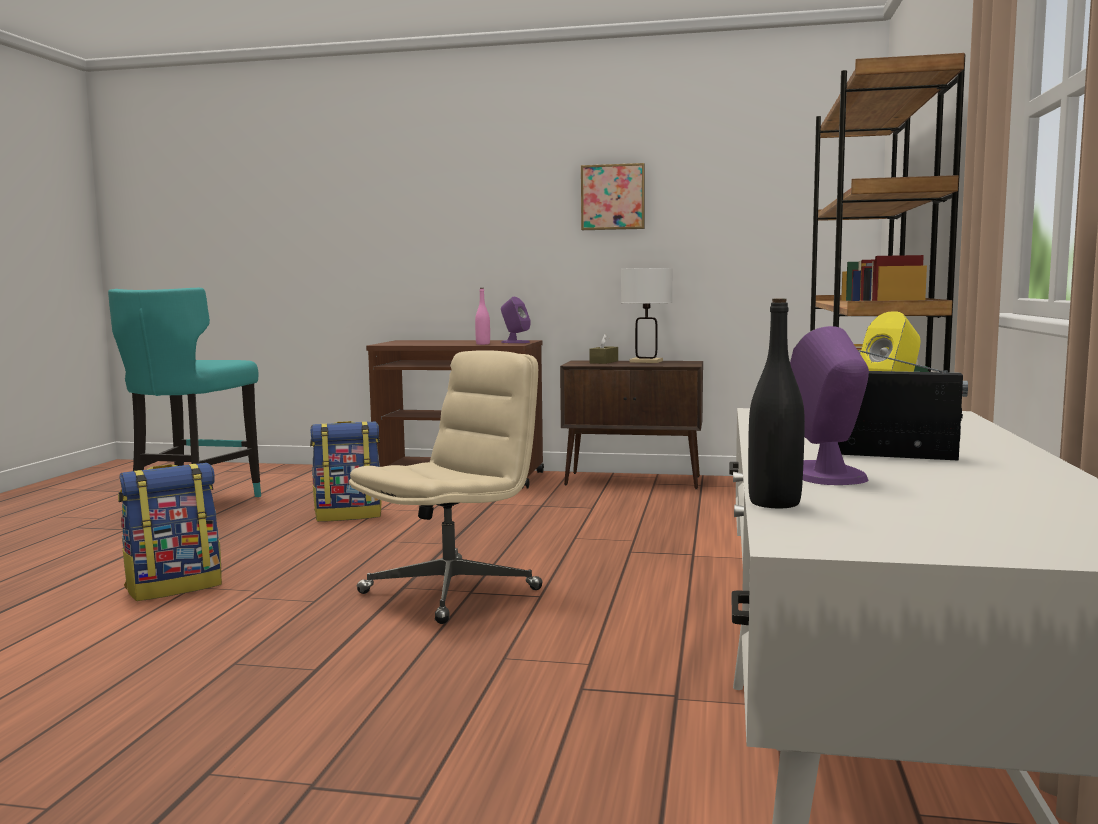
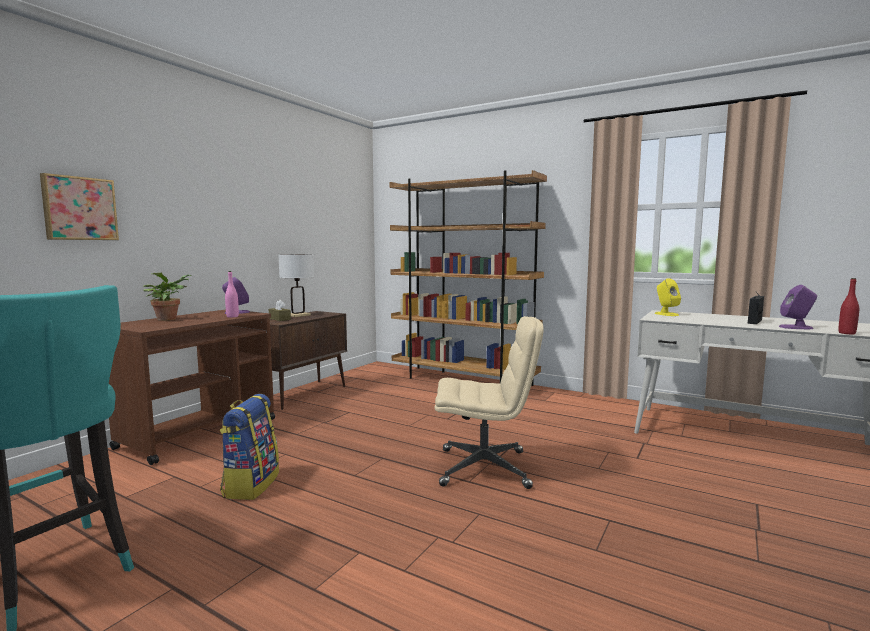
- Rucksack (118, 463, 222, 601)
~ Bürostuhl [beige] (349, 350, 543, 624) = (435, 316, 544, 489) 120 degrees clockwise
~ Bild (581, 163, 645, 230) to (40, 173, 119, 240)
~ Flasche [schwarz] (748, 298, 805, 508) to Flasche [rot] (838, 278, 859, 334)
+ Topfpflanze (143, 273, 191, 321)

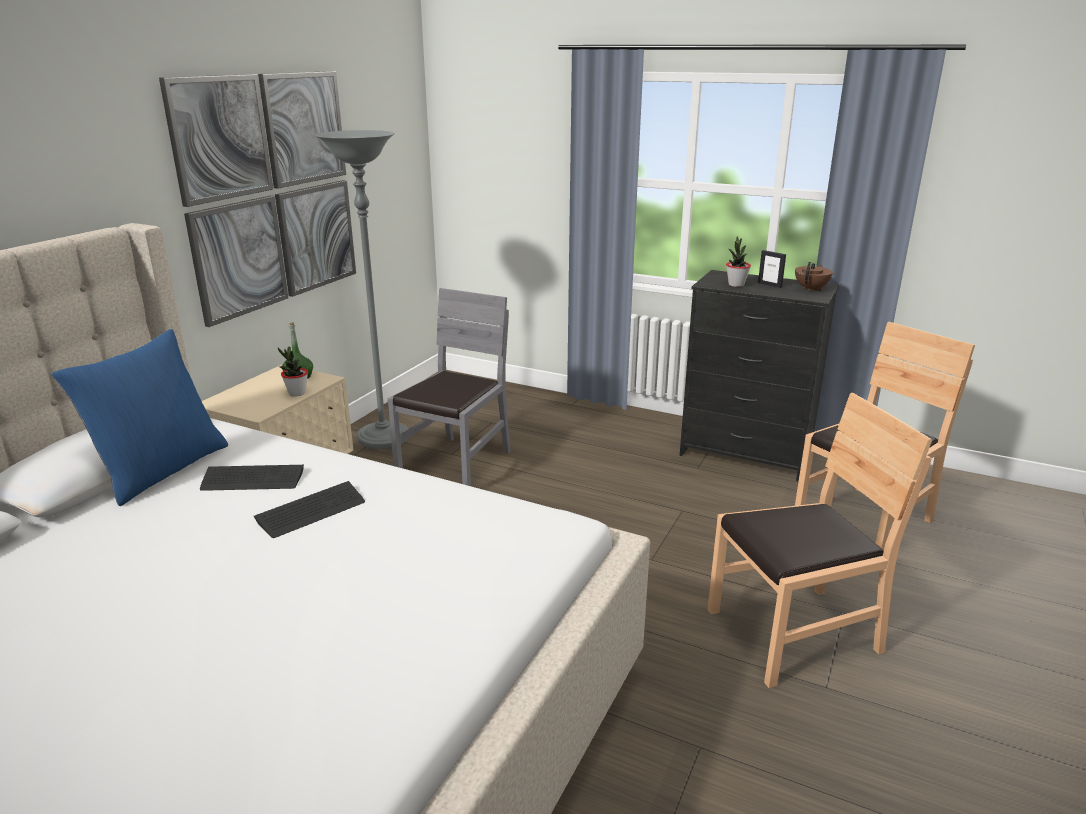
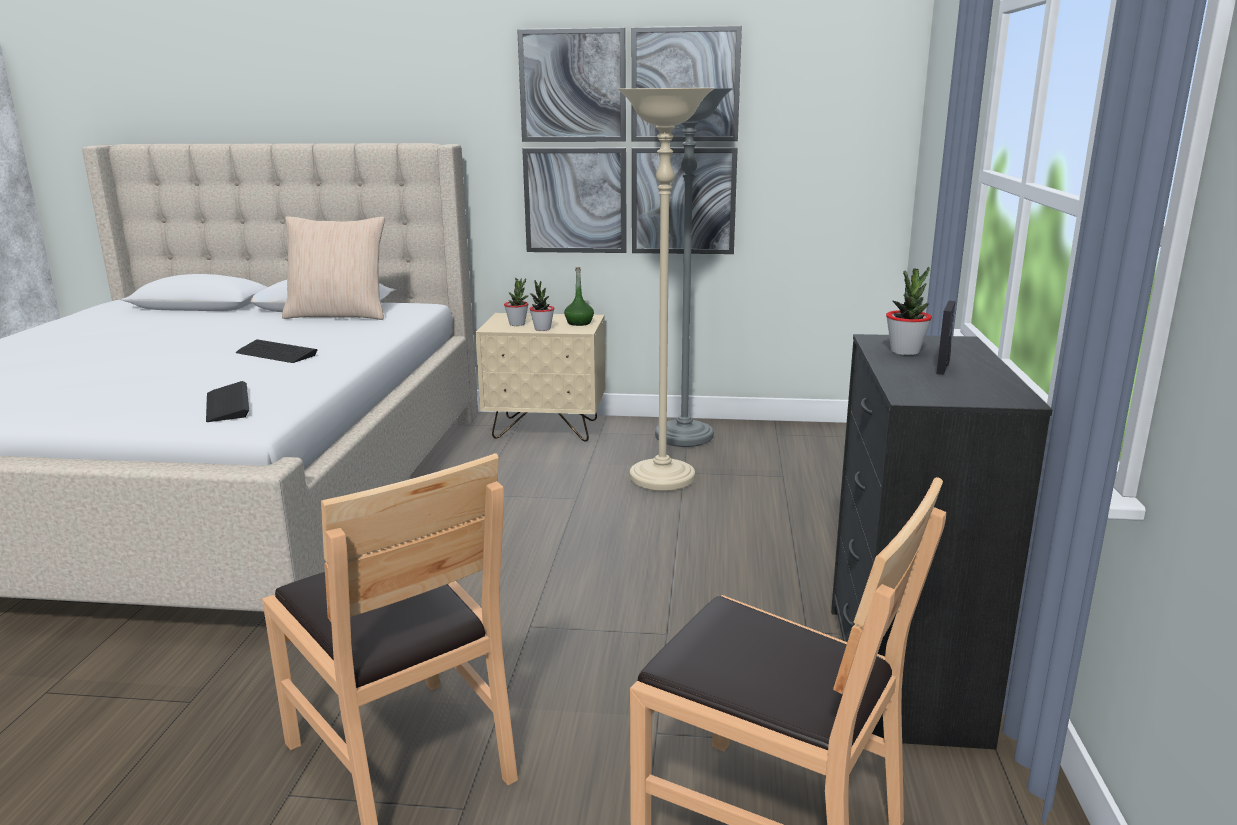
~ Kissen [blau] (51, 329, 228, 506) to Kissen [beige] (282, 216, 385, 320)
~ Tastatur (200, 465, 304, 491) to (206, 381, 249, 422)
~ Stuhl [grau] (388, 288, 511, 486) to Stehlampe [beige] (617, 88, 715, 491)
- Teekanne [braun] (795, 262, 833, 291)
+ Topfpflanze (504, 278, 529, 326)

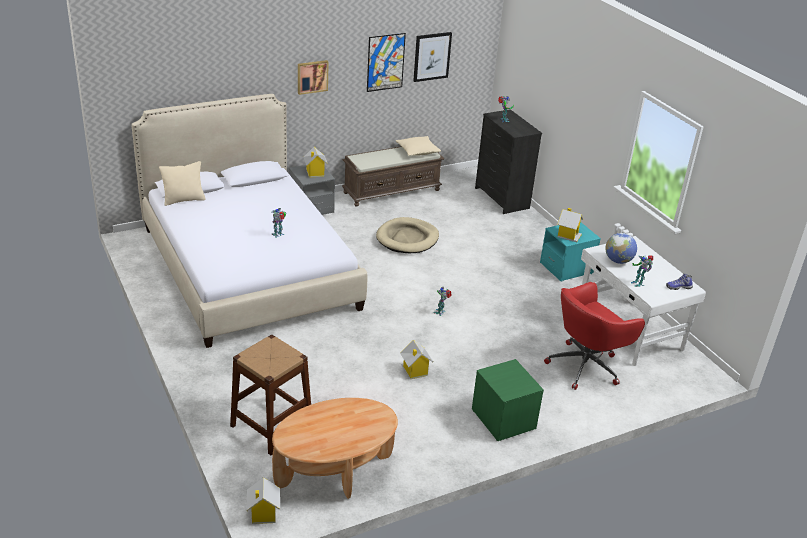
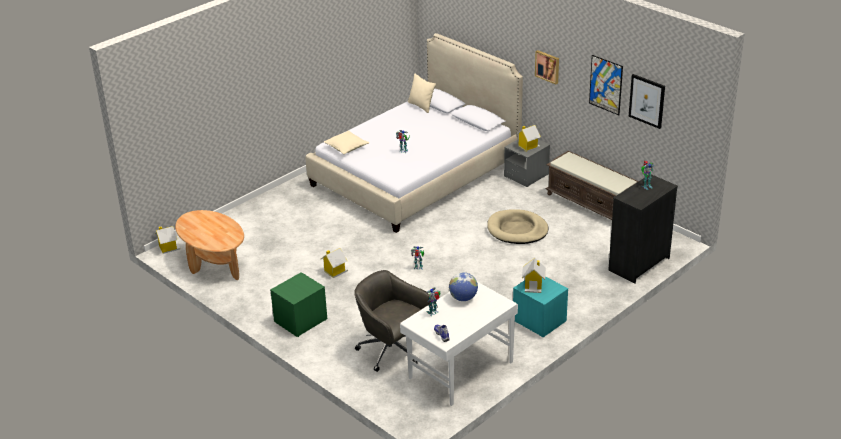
- Hocker [braun] (230, 334, 311, 455)
~ Kissen [beige] (396, 136, 441, 156) to (324, 131, 370, 154)
~ Bürostuhl [rot] (544, 282, 645, 390) to Bürostuhl [grau] (354, 270, 429, 372)

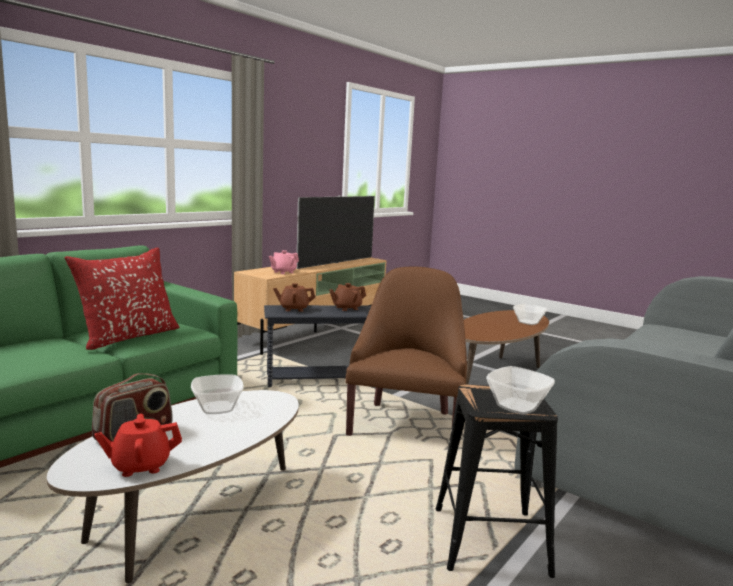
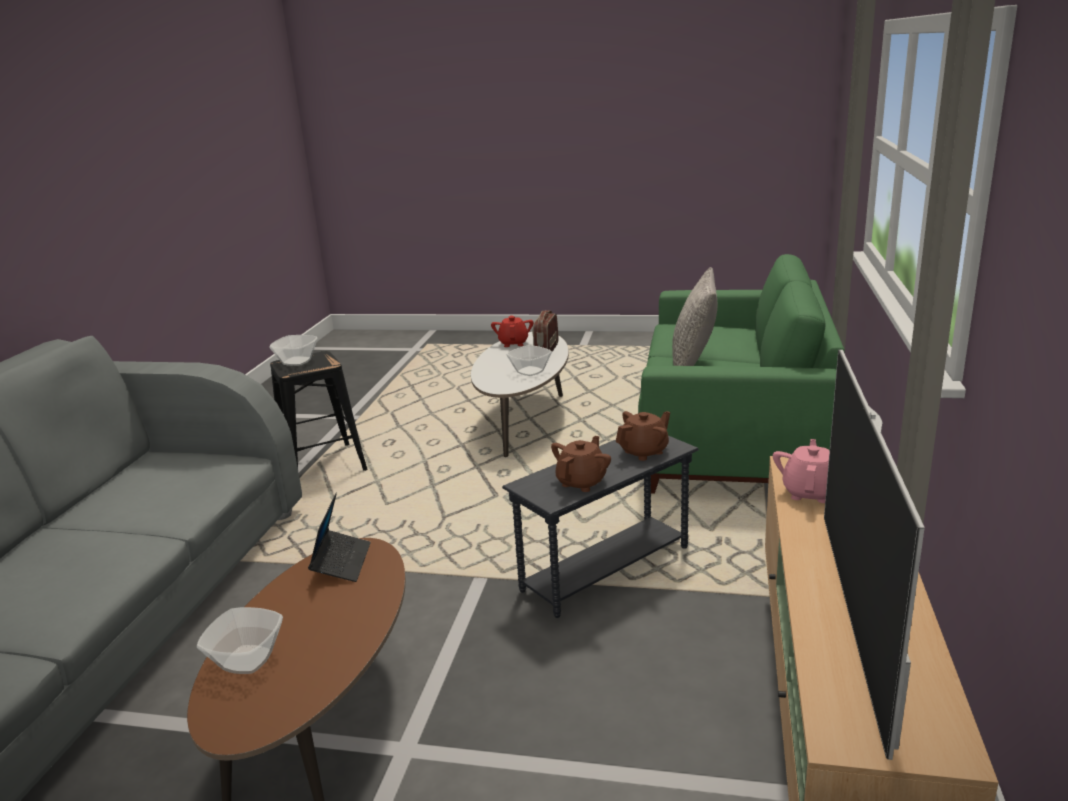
~ Kissen [rot] (65, 247, 179, 350) to Kissen [grau] (672, 267, 718, 366)
~ Teekanne [rot] (95, 414, 182, 477) = (491, 315, 534, 347) 45 degrees counterclockwise
- Sessel [braun] (345, 267, 467, 436)
+ Laptop (308, 493, 371, 582)

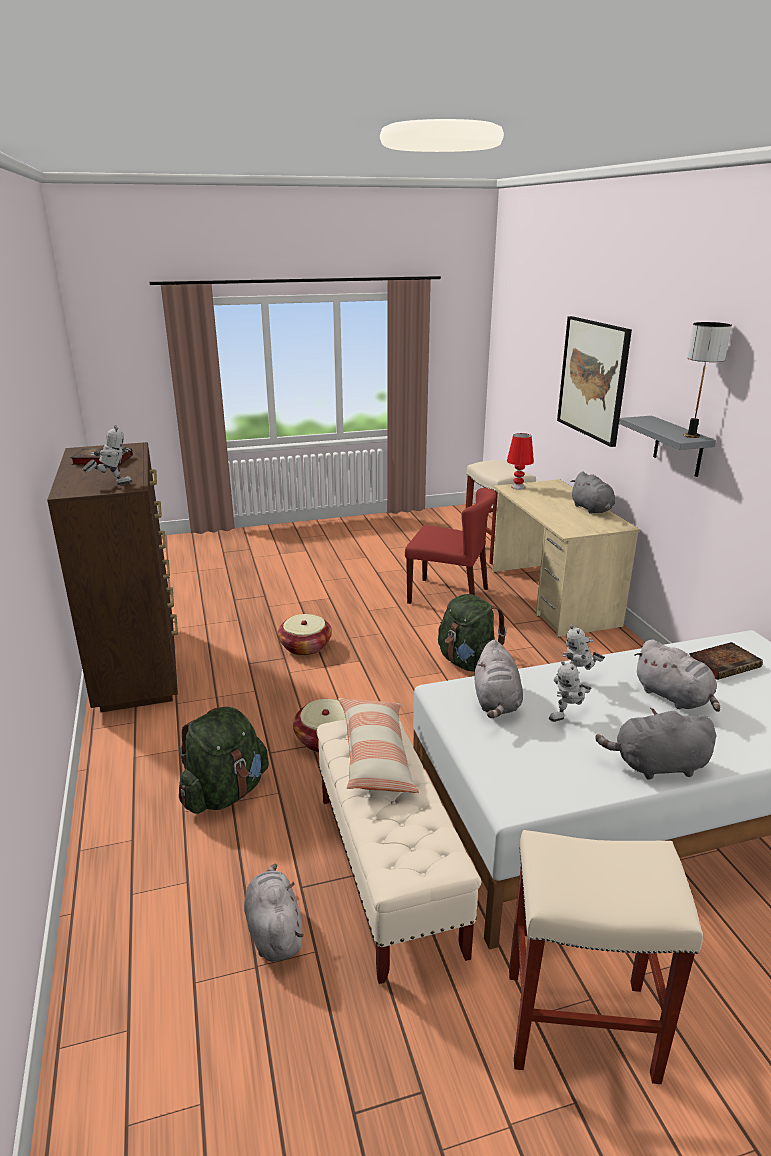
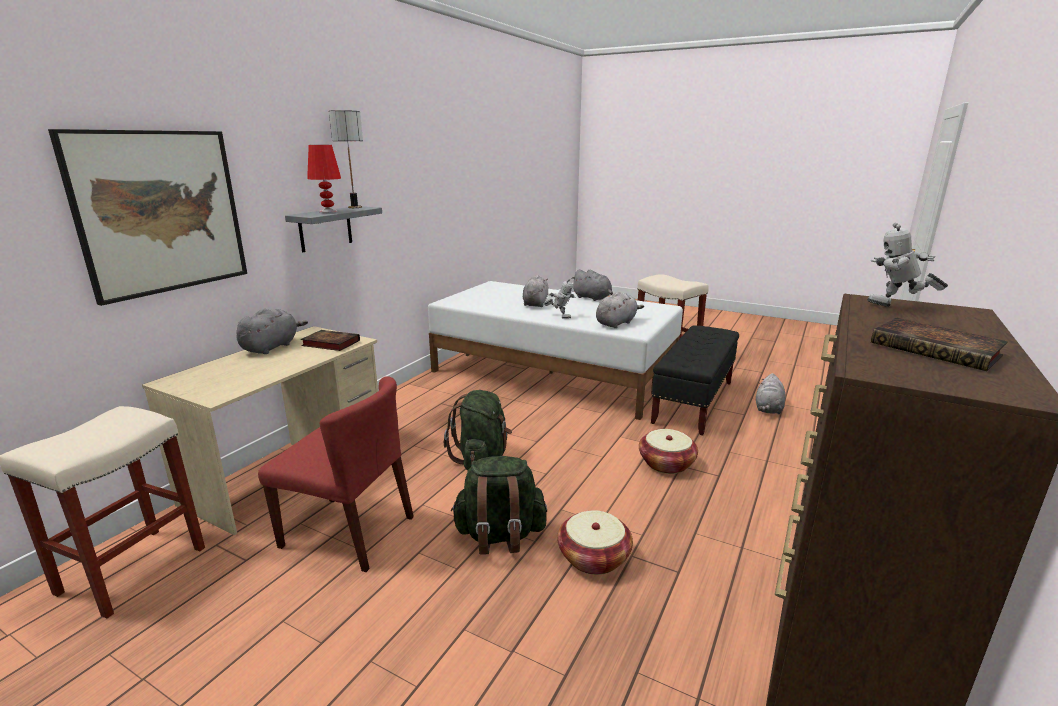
~ Rucksack [grün] (179, 706, 269, 814) to (451, 456, 547, 555)
~ Bank [beige] (317, 719, 481, 984) to Bank [schwarz] (651, 325, 739, 436)
- Kissen (338, 698, 419, 793)
~ Stuhl [rot] (405, 488, 496, 604) = (258, 376, 414, 572) 135 degrees clockwise
~ Tischlampe [rot] (507, 433, 534, 490) to (307, 145, 341, 213)
- Spielzeugroboter (549, 661, 591, 722)
~ Buch (689, 642, 763, 680) to (301, 330, 360, 351)

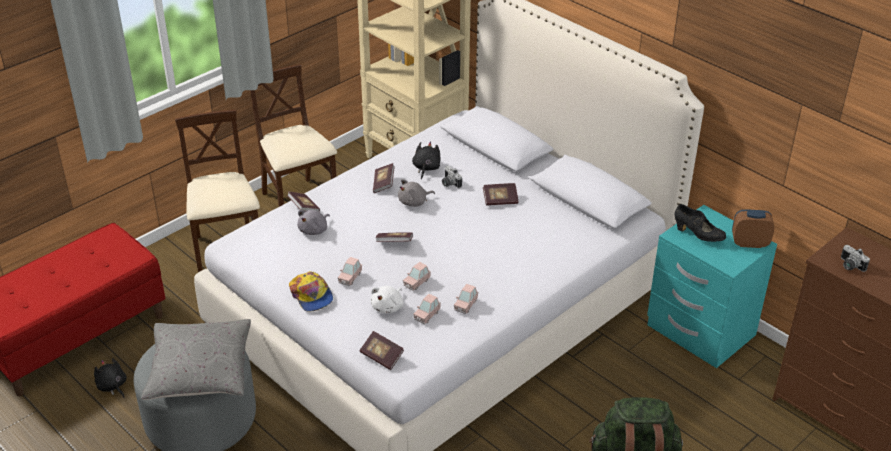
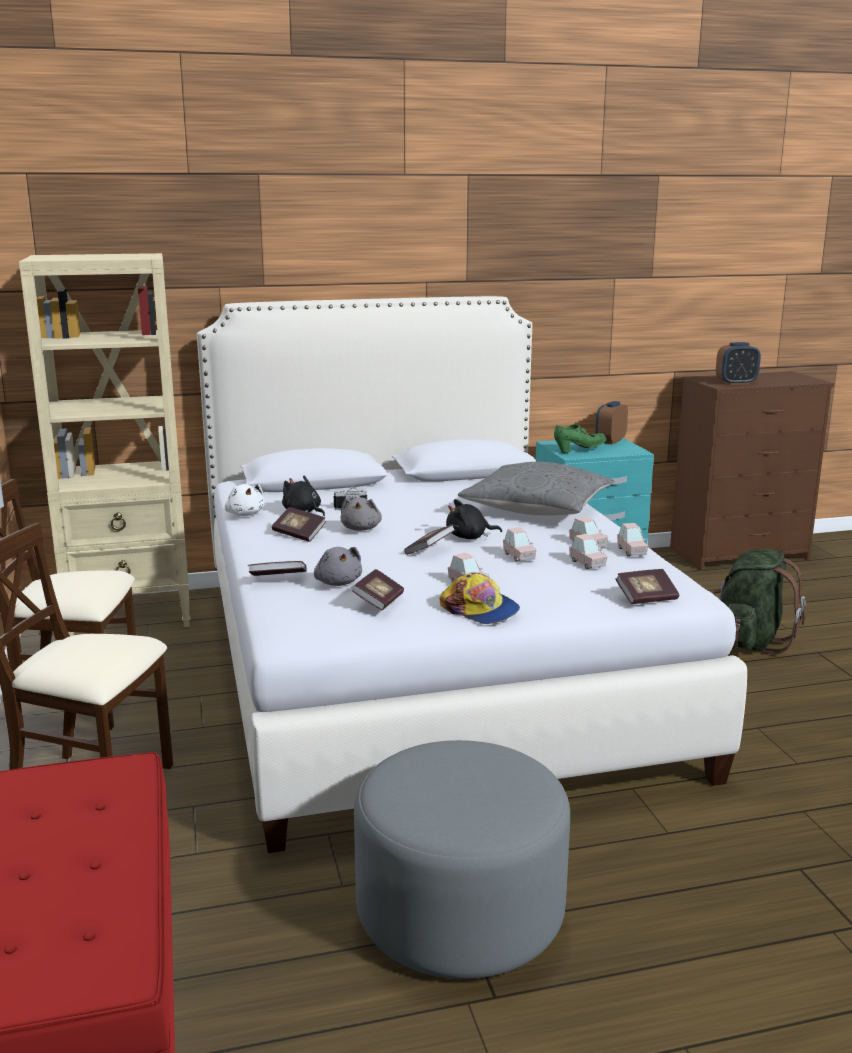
~ Plüschtier [schwarz] (94, 358, 127, 398) to (446, 499, 502, 539)
~ Kissen [grau] (141, 319, 251, 400) to (458, 462, 615, 516)
~ Kappe (289, 271, 333, 312) = (439, 572, 520, 624) 45 degrees clockwise
~ Plüschtier [weiß] (371, 286, 404, 313) to (224, 483, 265, 516)
~ Buch (483, 183, 519, 206) to (352, 569, 404, 610)
~ Schuh [schwarz] (675, 204, 726, 242) to Schuh [grün] (554, 424, 606, 453)
~ Kamera (841, 245, 870, 272) to Wecker (716, 342, 761, 385)
+ Spielzeugauto [rosa] (617, 523, 648, 556)

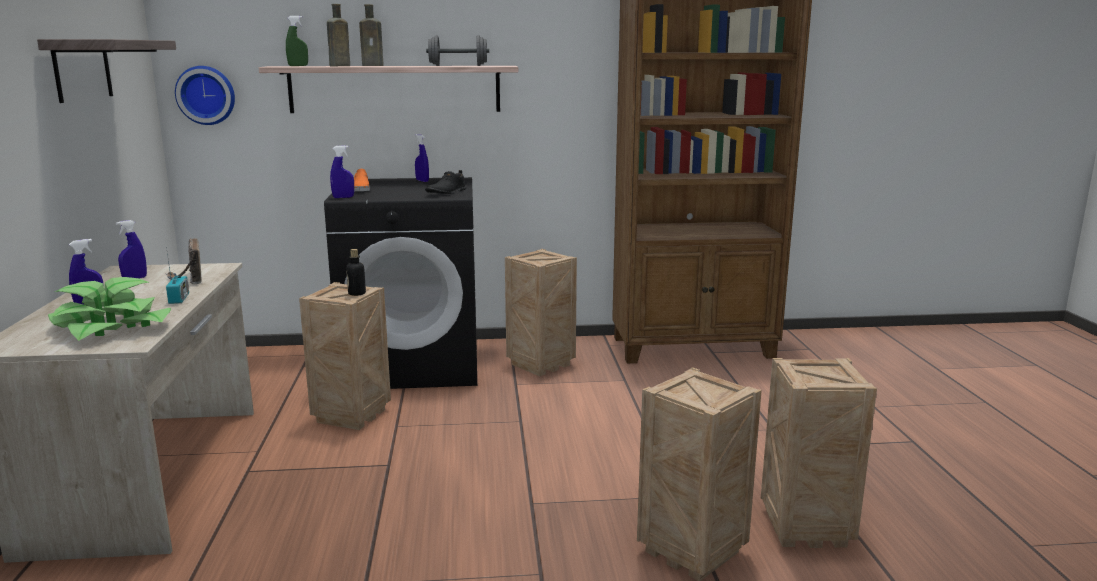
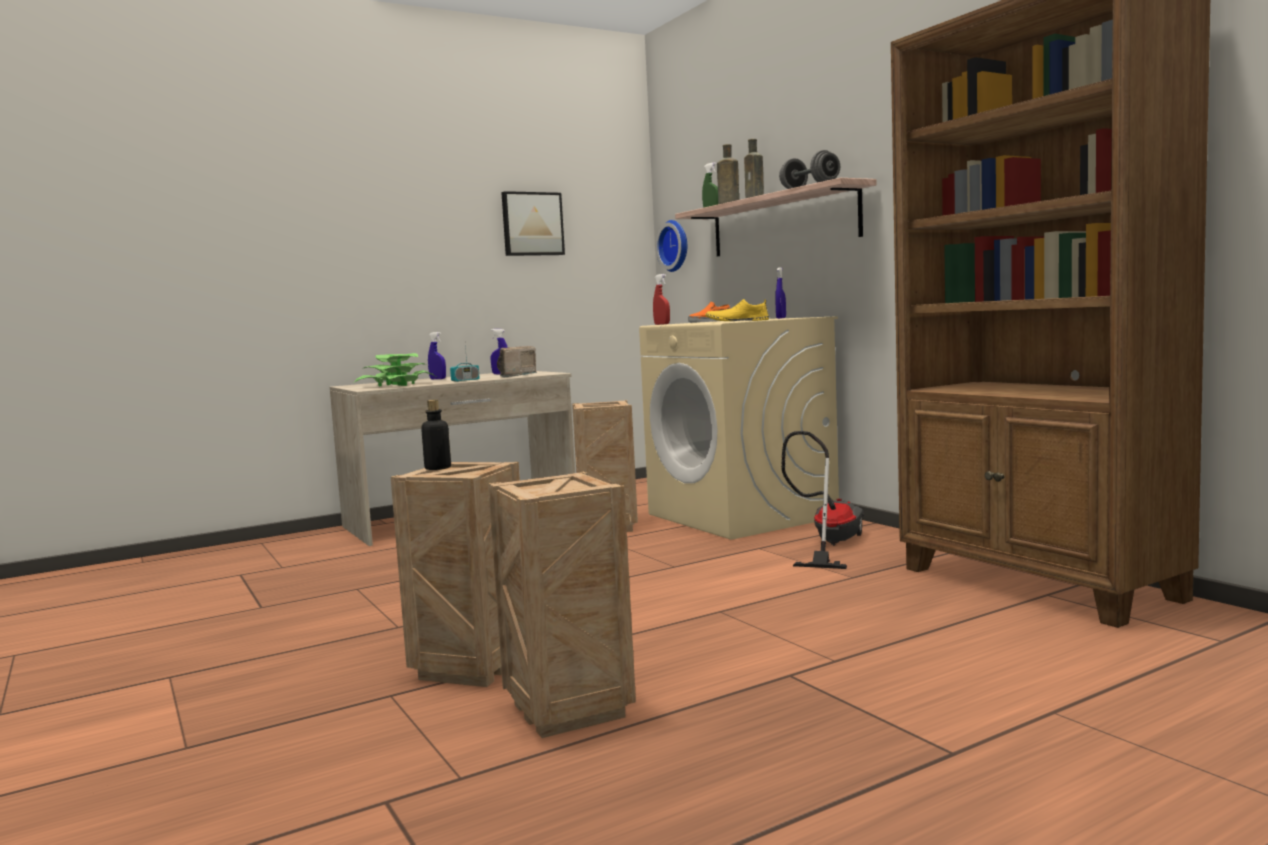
~ Wandregal (37, 39, 176, 103) to Bild (501, 191, 565, 256)
~ Waschmaschine [schwarz] (324, 177, 477, 389) to Waschmaschine [beige] (639, 316, 839, 540)
~ Sprühflasche [blau] (330, 145, 354, 198) to Sprühflasche [rot] (653, 274, 670, 325)
~ Flasche (346, 249, 366, 296) to (421, 400, 451, 470)
~ Schuh [schwarz] (425, 170, 467, 194) to Schuh [gelb] (705, 299, 769, 321)
~ Kiste (505, 249, 577, 376) to Staubsauger (781, 431, 864, 569)

